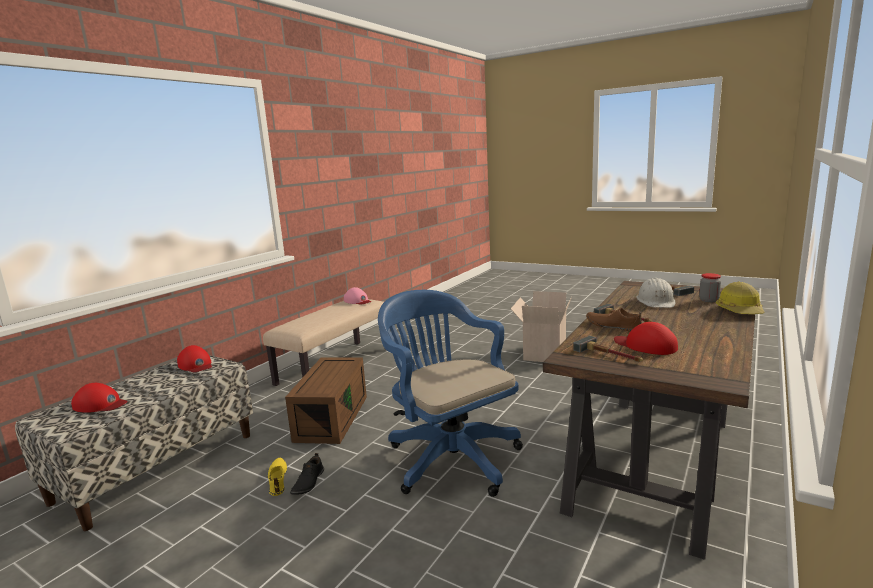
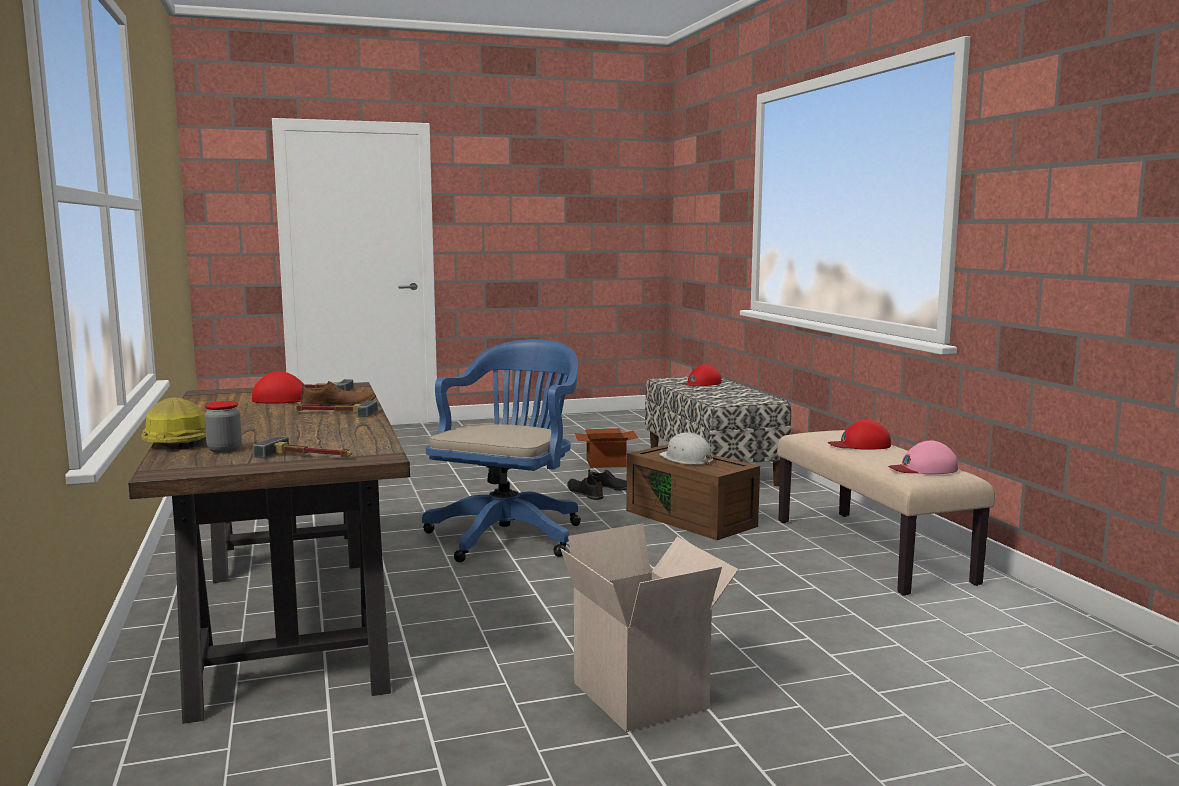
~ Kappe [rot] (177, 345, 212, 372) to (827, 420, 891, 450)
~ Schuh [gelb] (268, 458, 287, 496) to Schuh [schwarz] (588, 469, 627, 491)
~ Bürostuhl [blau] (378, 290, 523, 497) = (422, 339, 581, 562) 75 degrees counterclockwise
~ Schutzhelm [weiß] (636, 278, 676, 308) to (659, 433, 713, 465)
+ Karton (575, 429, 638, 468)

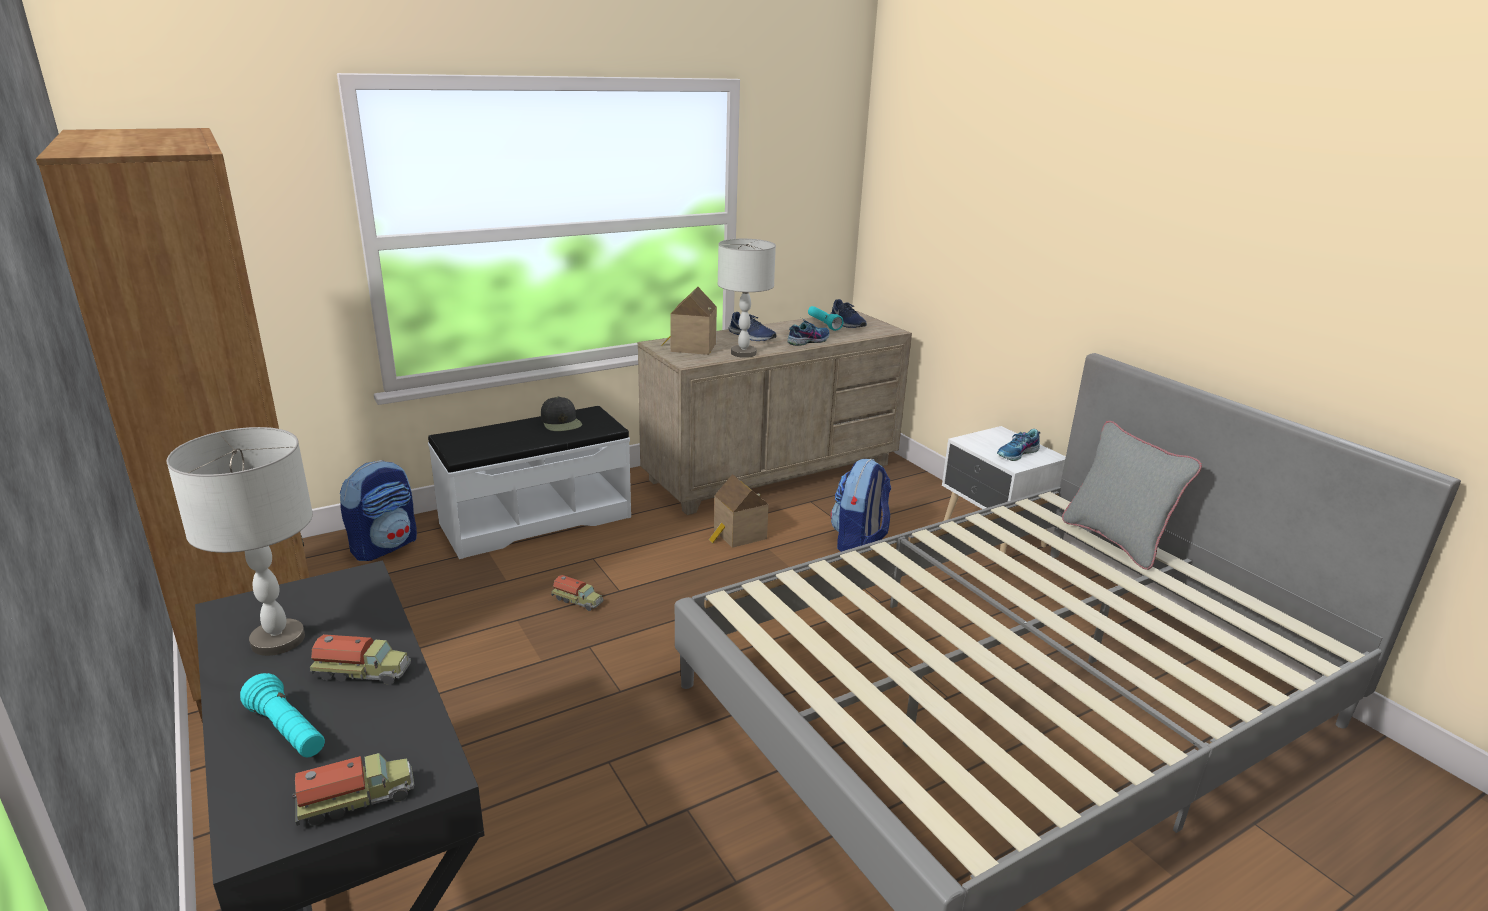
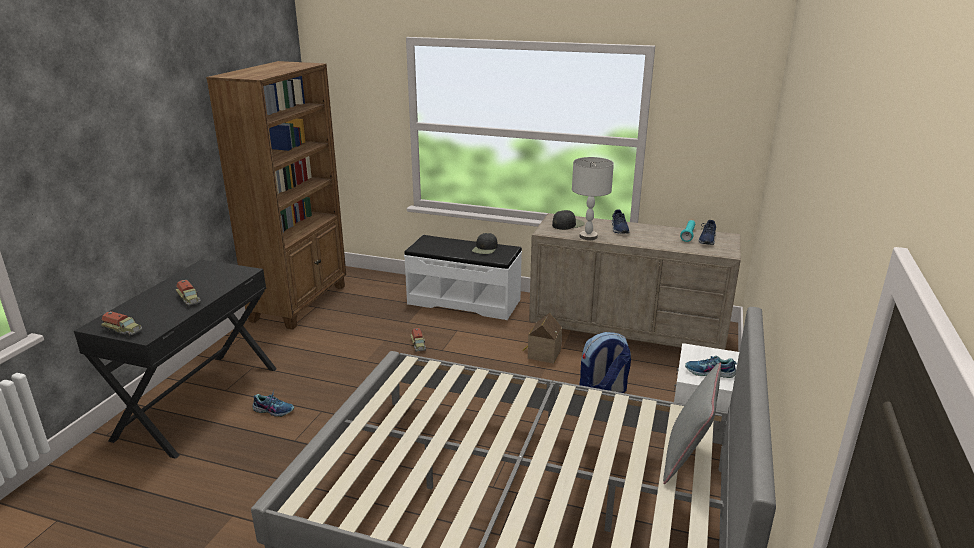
- Tischlampe [grau] (167, 427, 313, 656)
- Taschenlampe [türkis] (240, 673, 325, 757)
- Rucksack (340, 460, 417, 561)
~ Spielzeughaus (661, 287, 717, 355) to Kappe [schwarz] (552, 210, 585, 230)
~ Schuh (787, 318, 830, 346) to (252, 390, 294, 417)

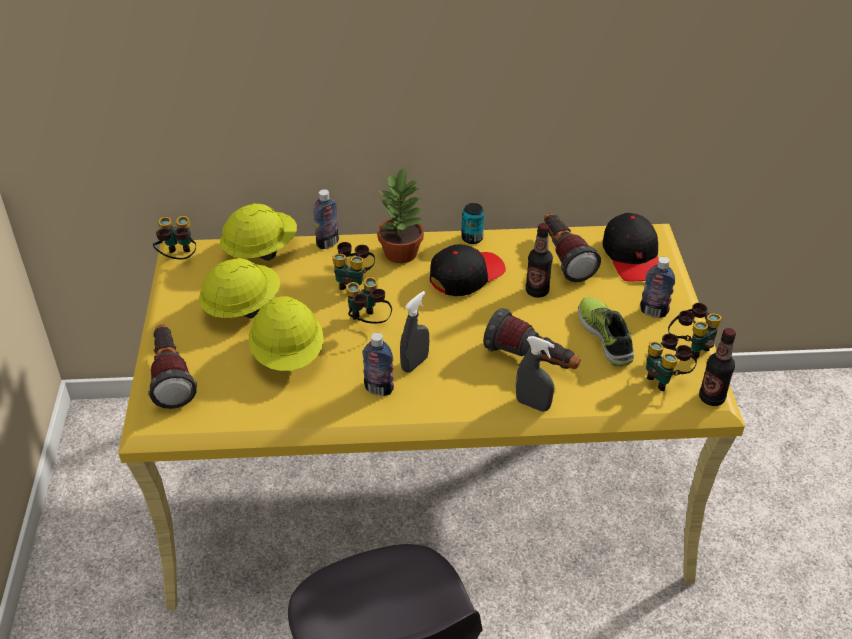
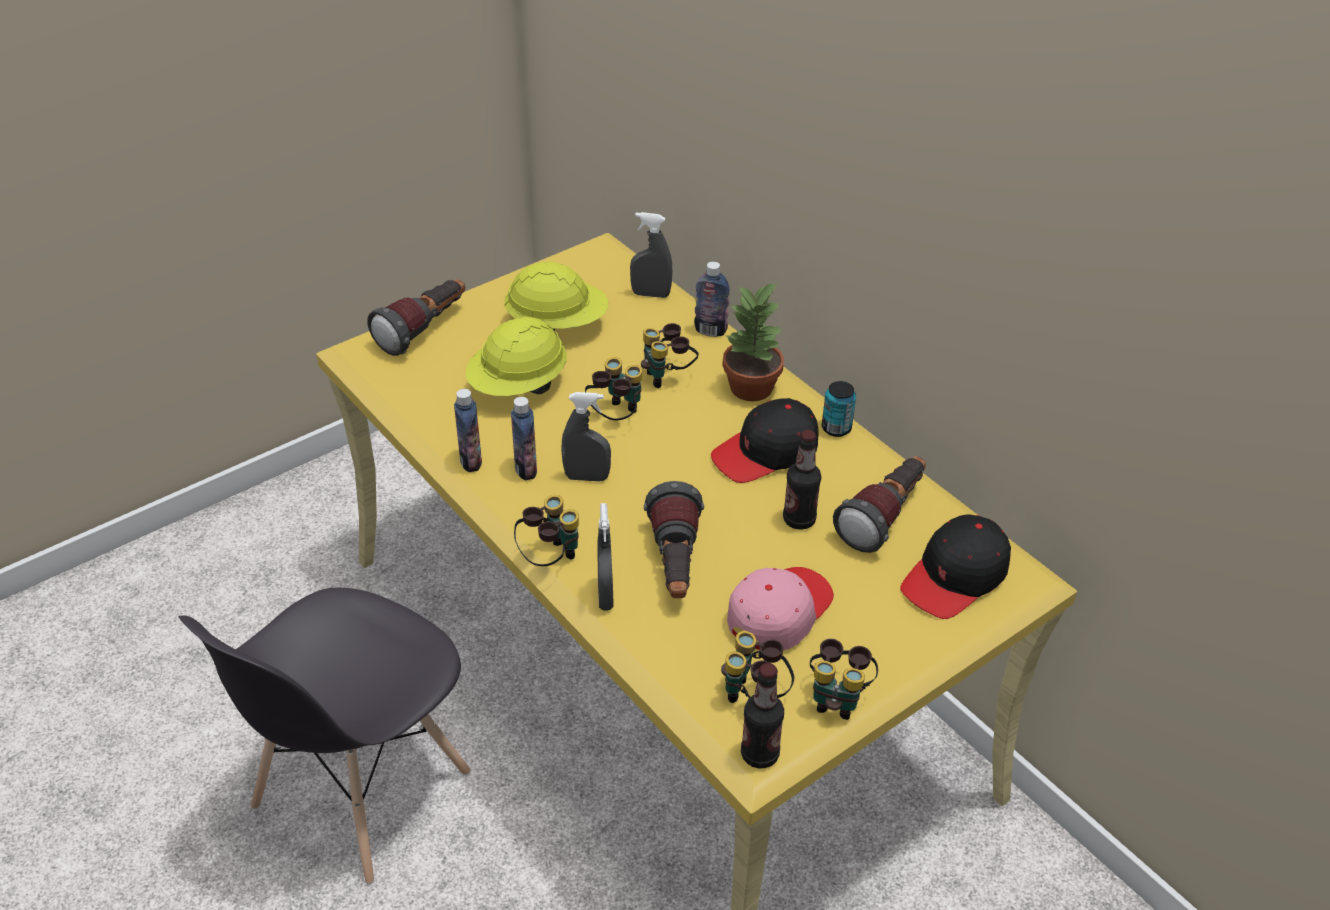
~ Fernglas (153, 216, 196, 260) to (514, 495, 579, 566)
~ Schutzhelm [gelb] (220, 204, 297, 261) to Sprühflasche [grau] (630, 212, 672, 298)
~ Kappe [schwarz] (430, 244, 506, 296) = (711, 398, 819, 483) 135 degrees clockwise
~ Schuh (578, 297, 634, 366) to Kappe [rosa] (727, 567, 834, 651)
~ Flasche (640, 257, 675, 318) to (454, 389, 482, 472)

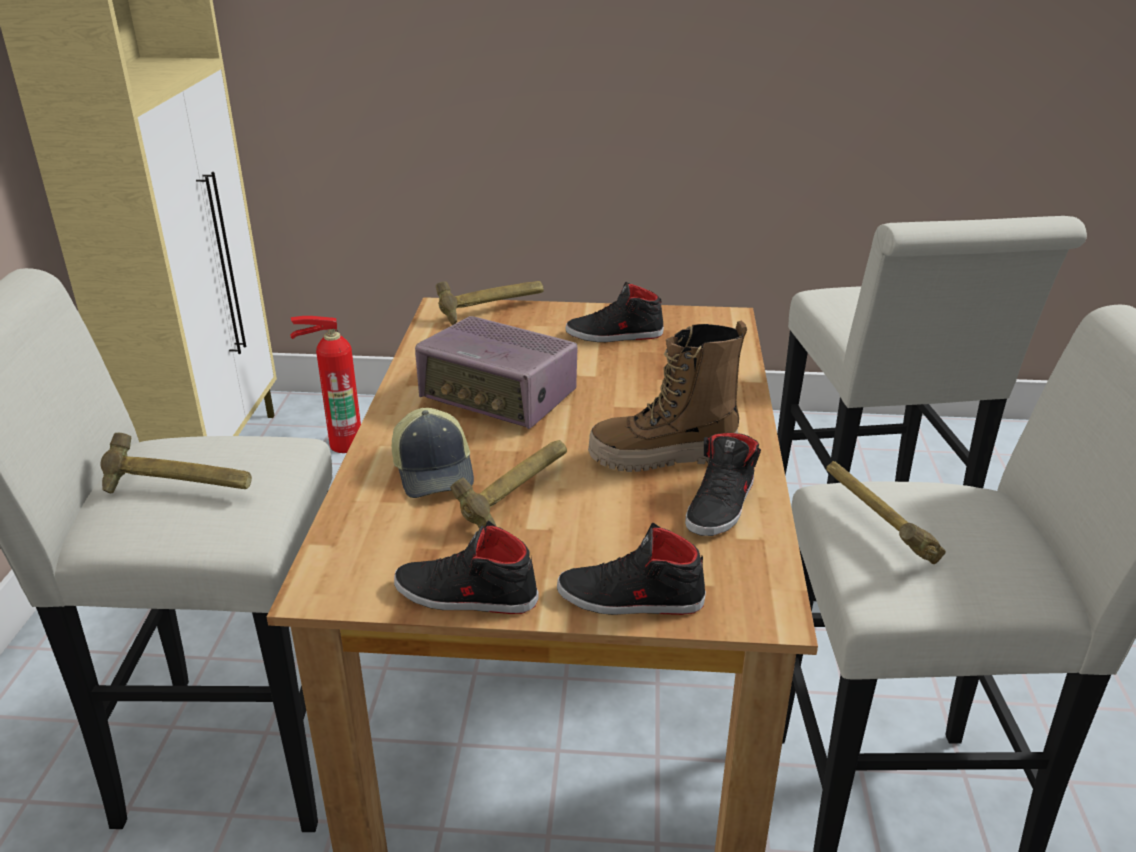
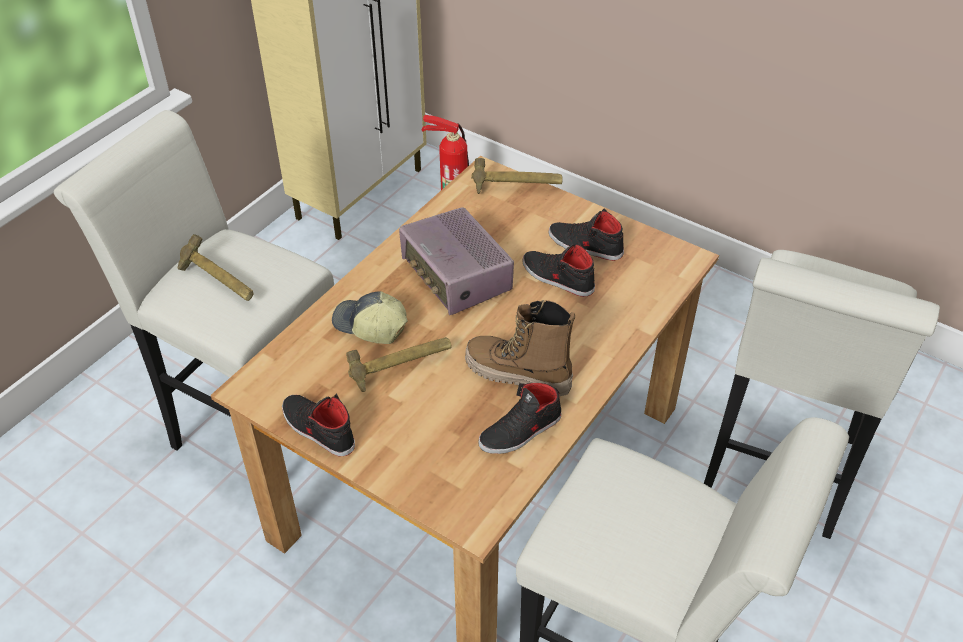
~ Kappe (392, 408, 474, 498) = (332, 291, 408, 344) 105 degrees clockwise
~ Schuh [schwarz] (557, 523, 706, 615) to (522, 242, 595, 297)
- Hammer (826, 461, 946, 564)

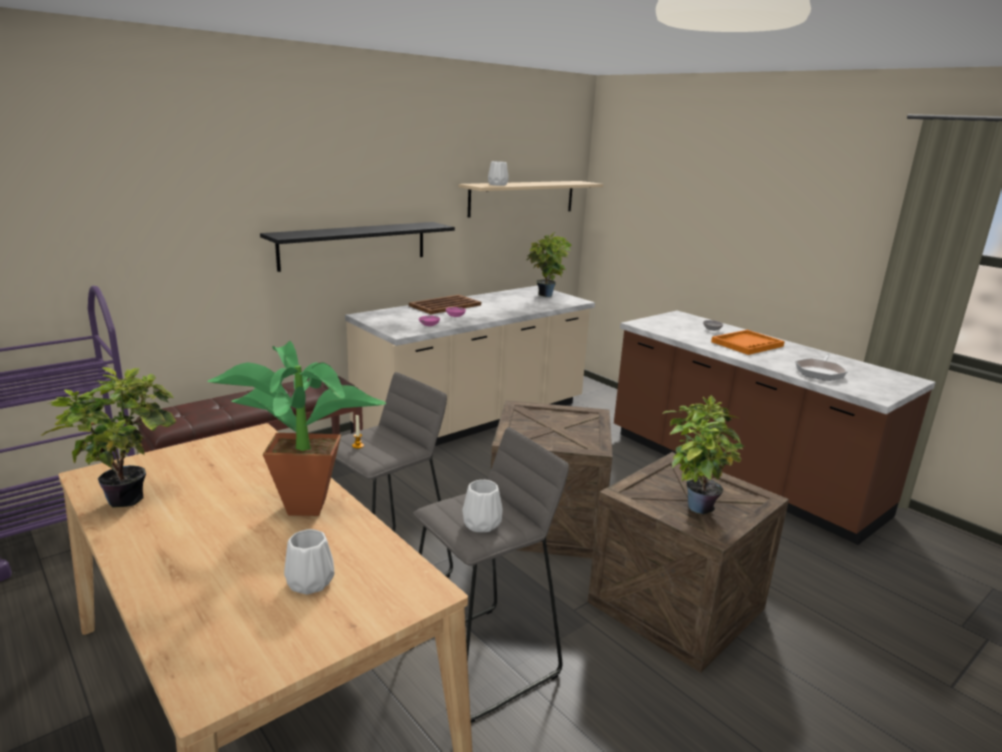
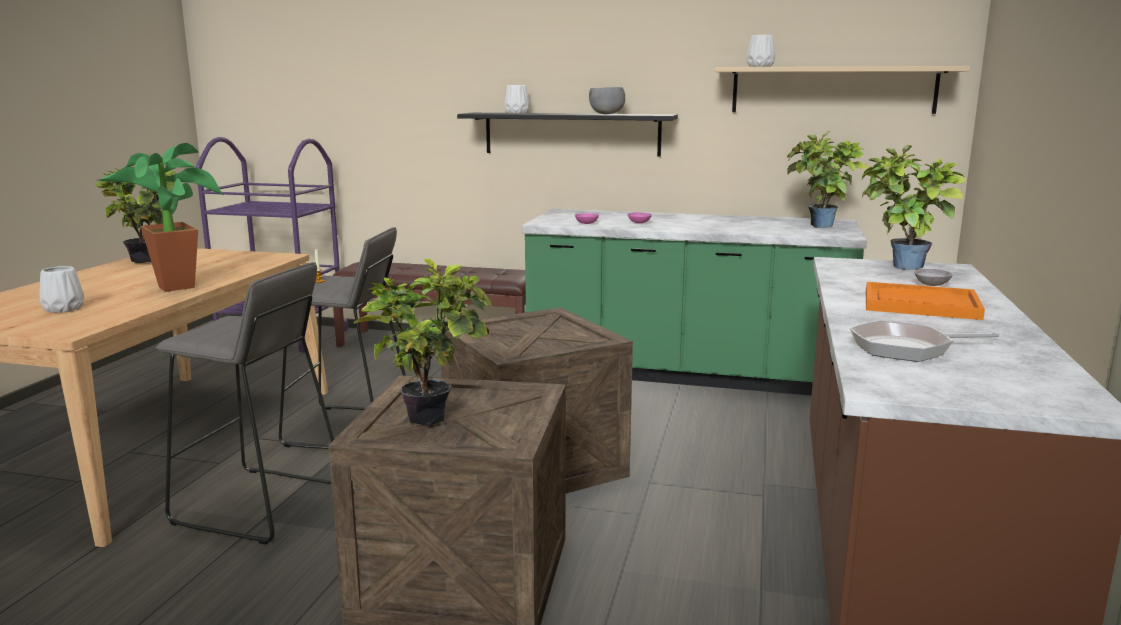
~ Küchenzeile [beige] (345, 286, 595, 446) to Küchenzeile [grün] (522, 209, 867, 396)
- Tablett [braun] (409, 295, 481, 314)
~ Vase [weiß] (462, 480, 503, 532) to (504, 85, 529, 113)
+ Schüssel [grau] (589, 87, 625, 114)
+ Topfpflanze (862, 145, 966, 270)

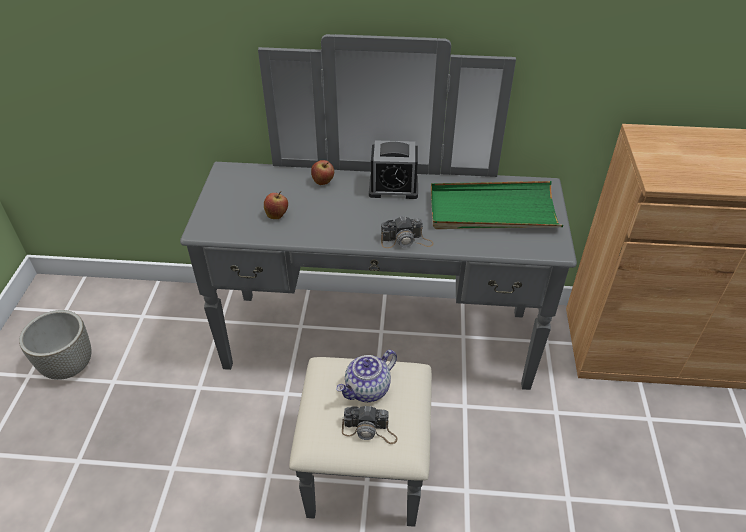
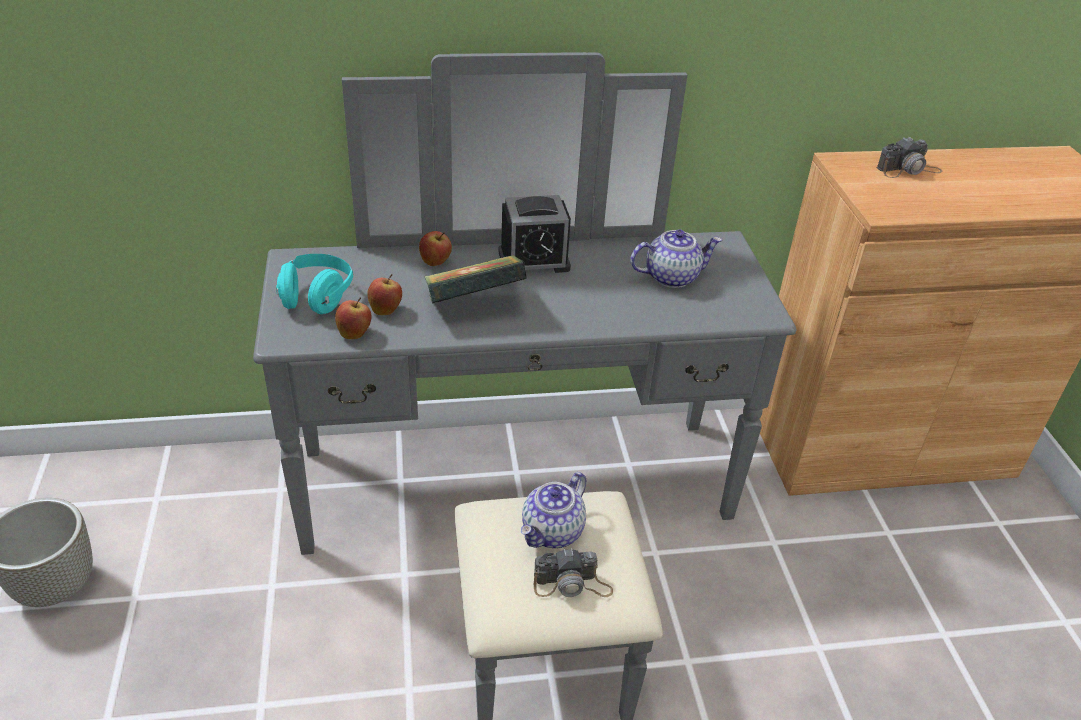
~ Kamera (381, 216, 434, 248) to (877, 137, 942, 178)
~ Tablett [grün] (431, 181, 563, 229) to Teekanne (630, 229, 722, 288)
+ Kopfhörer [türkis] (276, 254, 353, 314)
+ Apfel (335, 297, 372, 339)
+ Buch (424, 255, 527, 304)

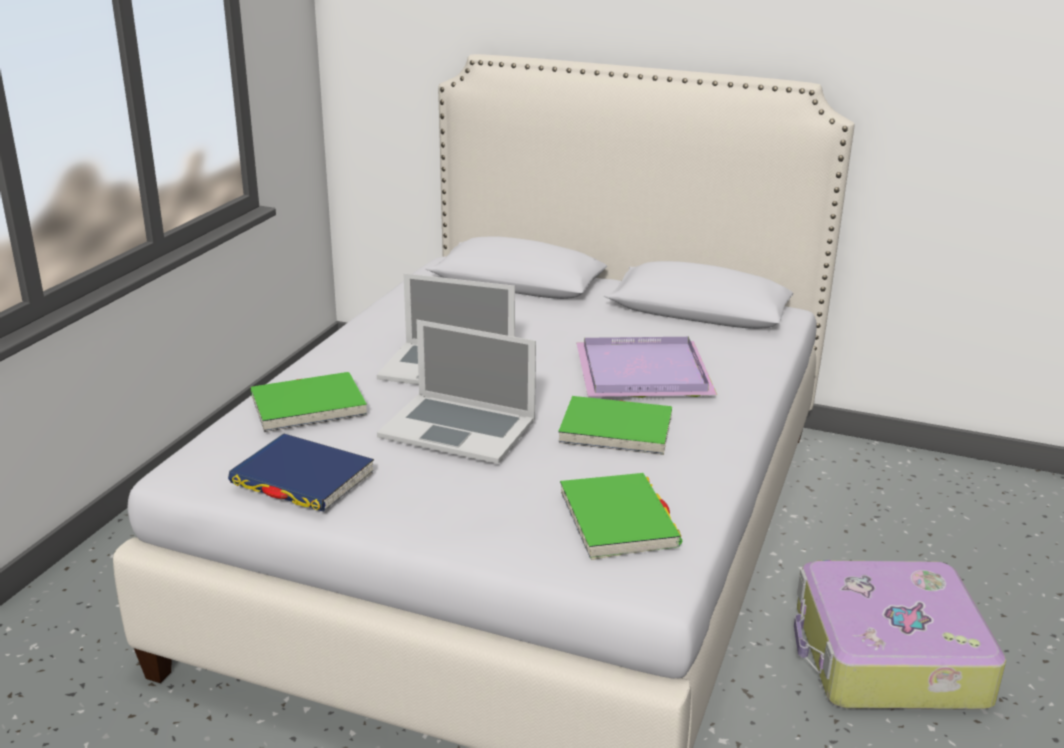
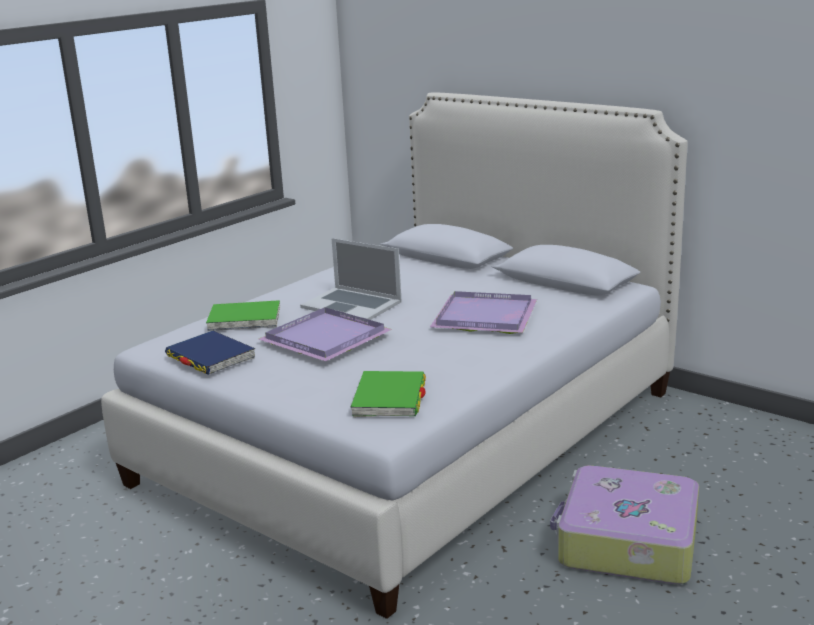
~ Laptop (377, 320, 536, 464) to Tablett [lila] (259, 307, 392, 361)
- Buch [grün] (558, 396, 672, 455)

